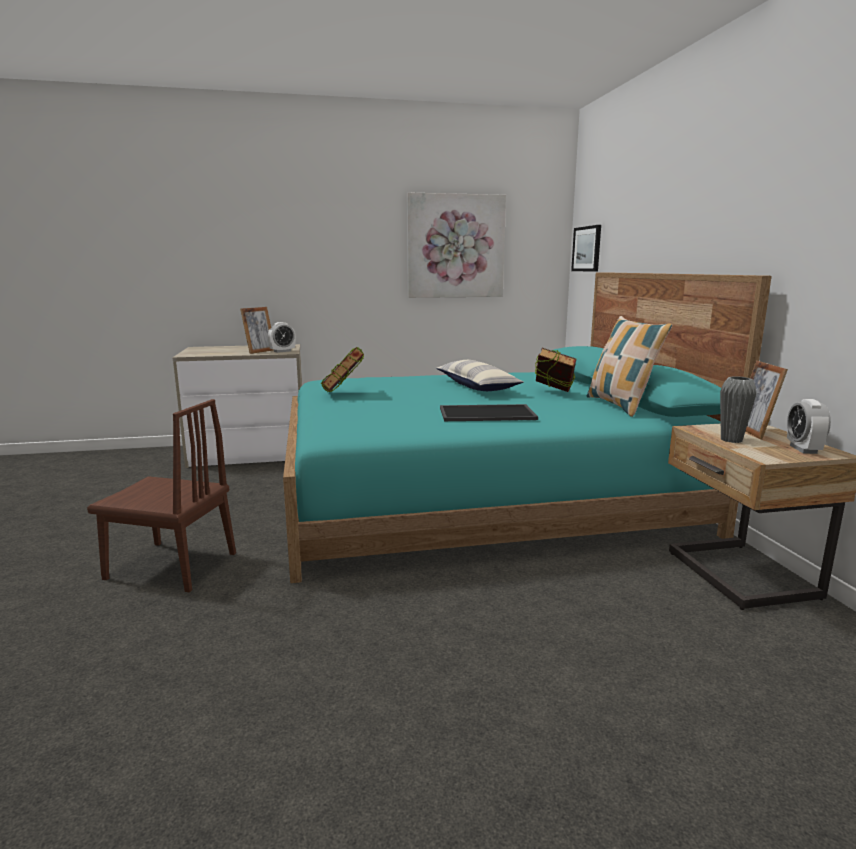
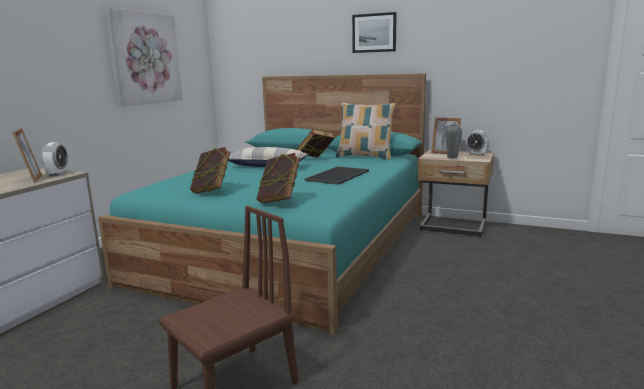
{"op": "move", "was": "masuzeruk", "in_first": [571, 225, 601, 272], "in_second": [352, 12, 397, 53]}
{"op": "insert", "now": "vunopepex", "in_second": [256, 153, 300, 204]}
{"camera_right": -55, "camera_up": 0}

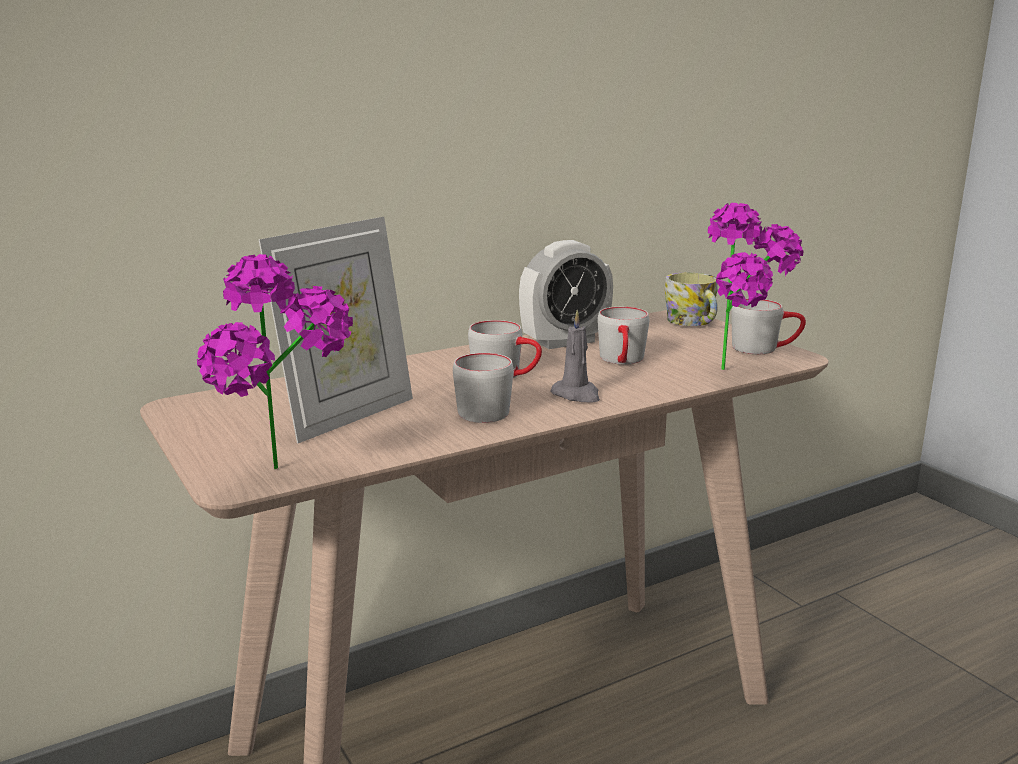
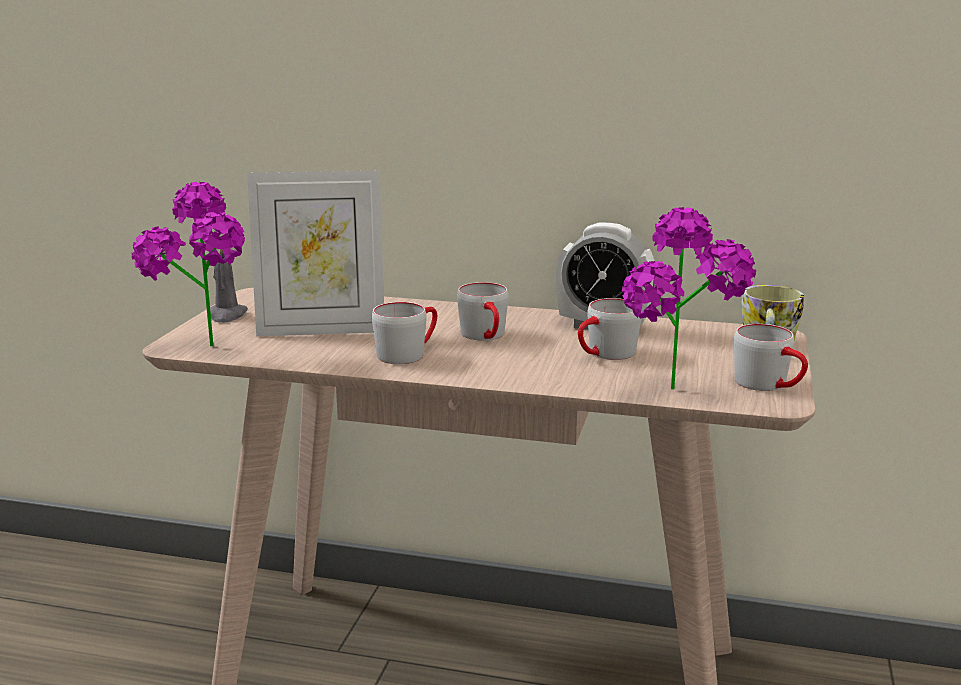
{"op": "move", "was": "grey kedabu", "in_first": [551, 309, 600, 402], "in_second": [210, 249, 248, 323]}
{"camera_right": 45, "camera_up": 0}

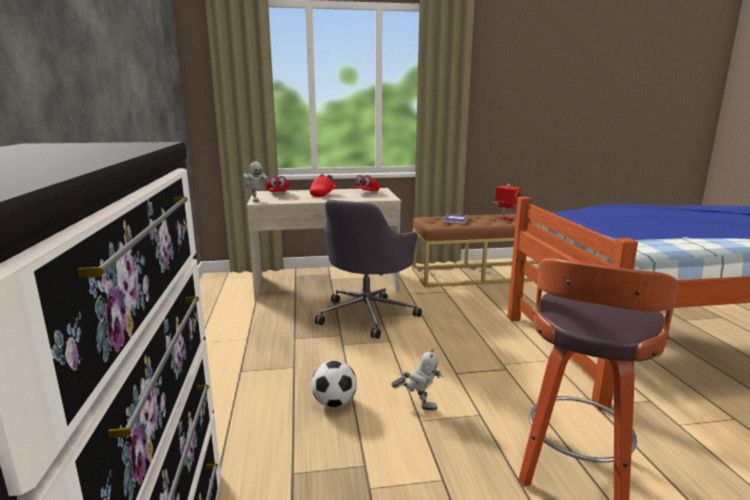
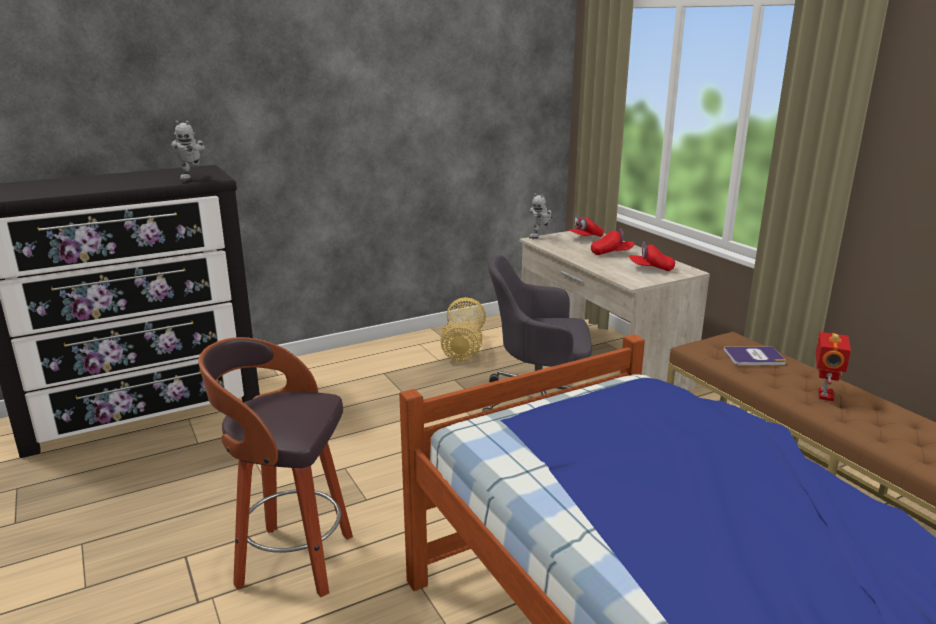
{"op": "delete", "was": "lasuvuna", "in_first": [311, 360, 357, 408]}
{"op": "move", "was": "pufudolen", "in_first": [391, 348, 444, 410], "in_second": [171, 120, 205, 181]}
{"op": "insert", "now": "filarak", "in_second": [441, 297, 486, 361]}
{"camera_right": 70, "camera_up": 5}

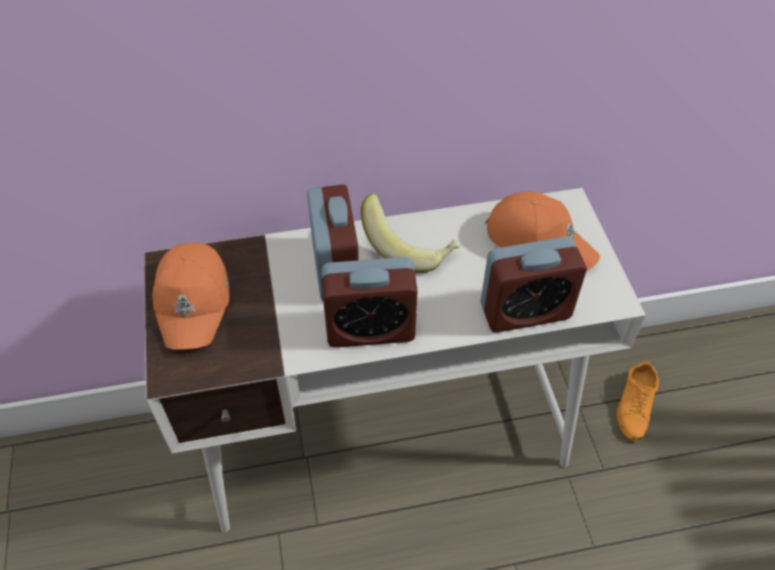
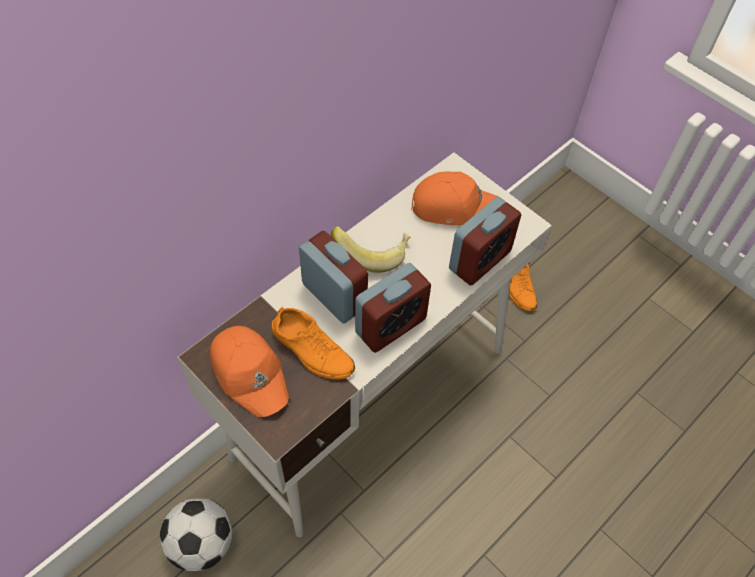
{"op": "insert", "now": "lasuvuna", "in_second": [160, 498, 233, 571]}
{"op": "insert", "now": "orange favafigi", "in_second": [271, 306, 355, 380]}
{"camera_right": -35, "camera_up": 5}

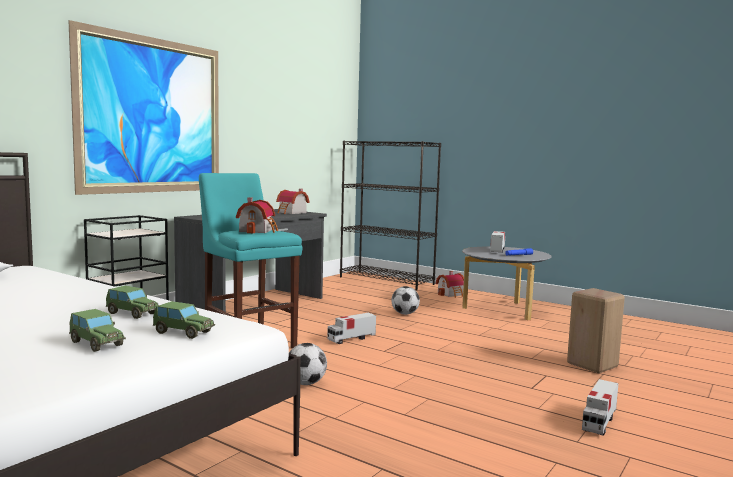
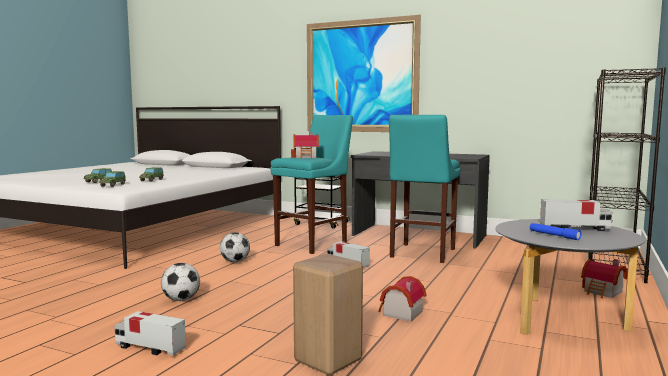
{"op": "move", "was": "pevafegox", "in_first": [276, 189, 310, 214], "in_second": [378, 276, 426, 321]}
{"op": "move", "was": "lasuvuna", "in_first": [391, 286, 420, 315], "in_second": [161, 263, 200, 301]}
{"op": "insert", "now": "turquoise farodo", "in_second": [389, 115, 460, 263]}
{"camera_right": 80, "camera_up": 0}

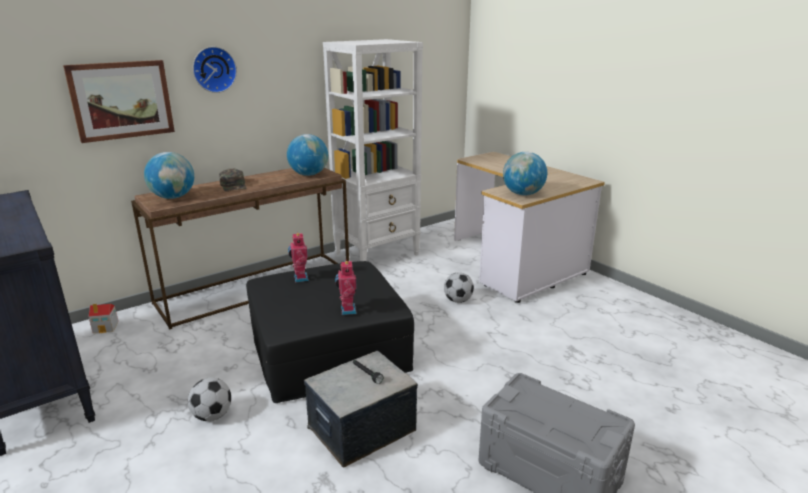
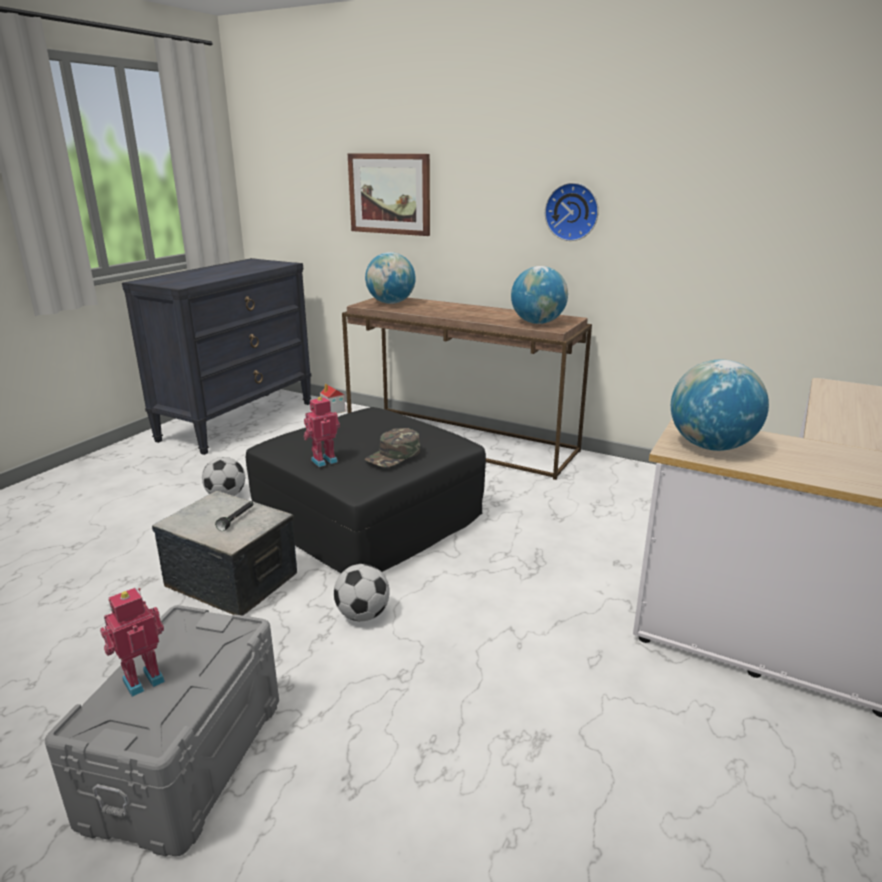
{"op": "move", "was": "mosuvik", "in_first": [193, 47, 237, 93], "in_second": [545, 182, 599, 241]}
{"op": "move", "was": "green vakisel", "in_first": [219, 169, 246, 191], "in_second": [365, 428, 420, 467]}
{"op": "move", "was": "pufudolen", "in_first": [288, 232, 309, 282], "in_second": [100, 588, 165, 697]}
{"op": "delete", "was": "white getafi", "in_first": [323, 39, 423, 261]}
{"op": "move", "was": "lasuvuna", "in_first": [444, 272, 474, 303], "in_second": [334, 564, 390, 621]}
{"camera_right": 65, "camera_up": 0}

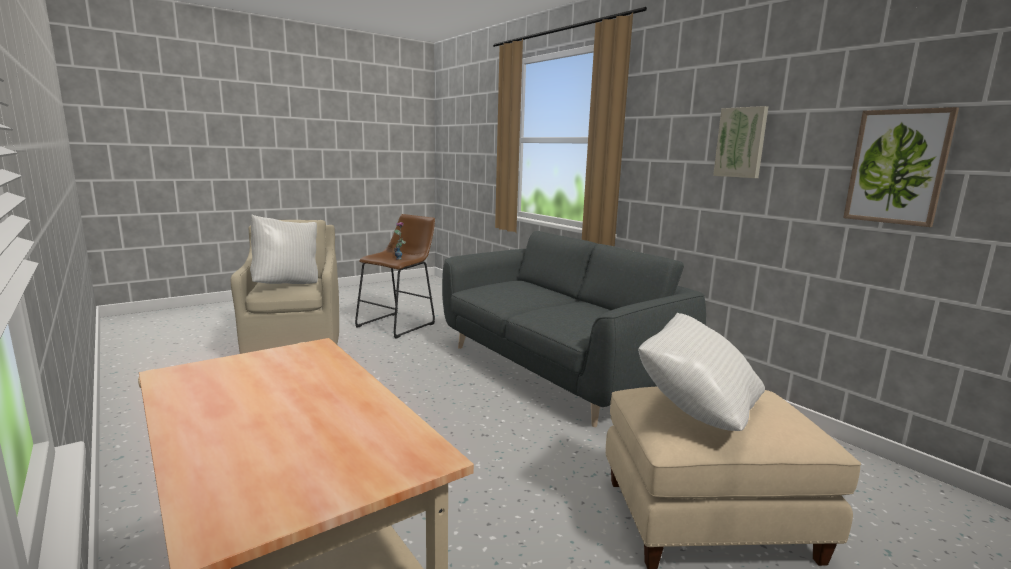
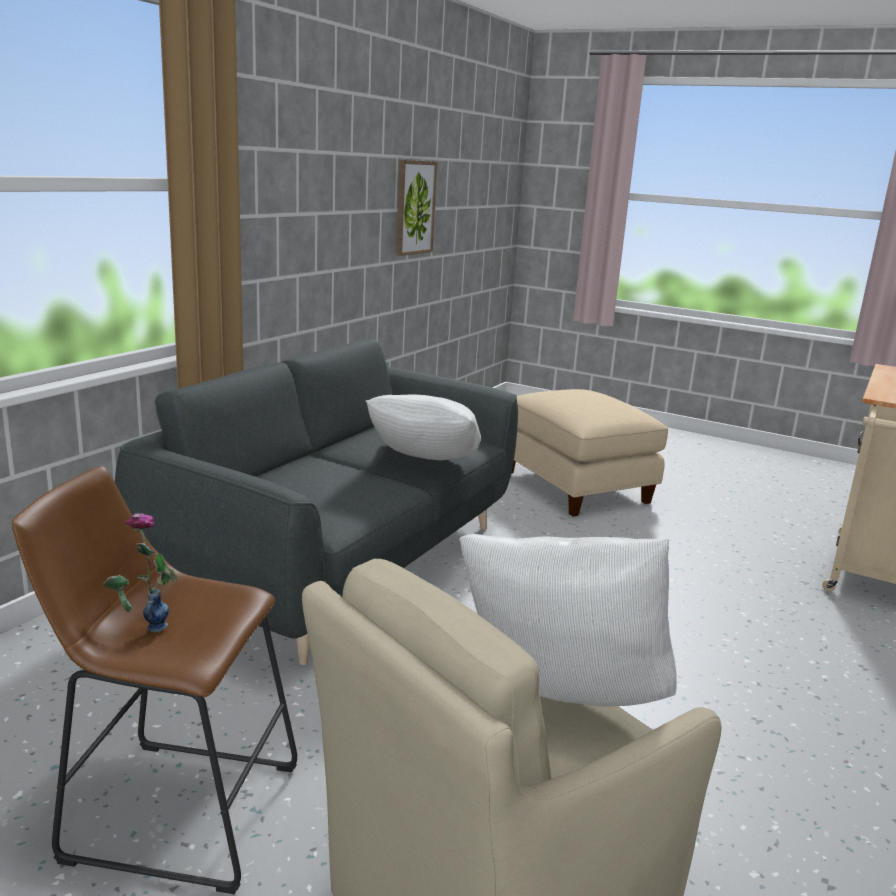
{"op": "move", "was": "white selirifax", "in_first": [638, 313, 765, 431], "in_second": [366, 394, 481, 460]}
{"op": "delete", "was": "masuzeruk", "in_first": [713, 106, 768, 178]}
{"camera_right": -115, "camera_up": 5}

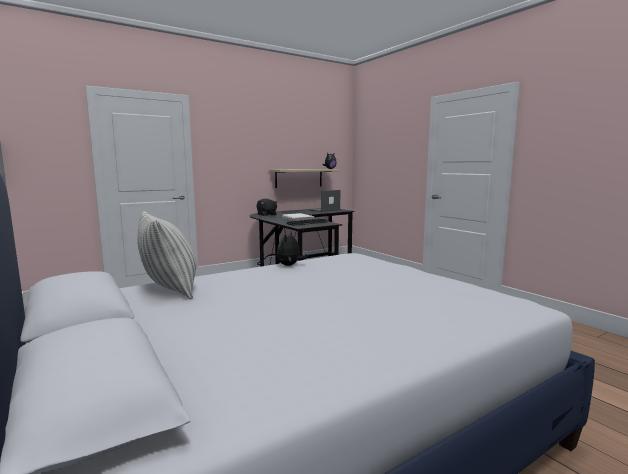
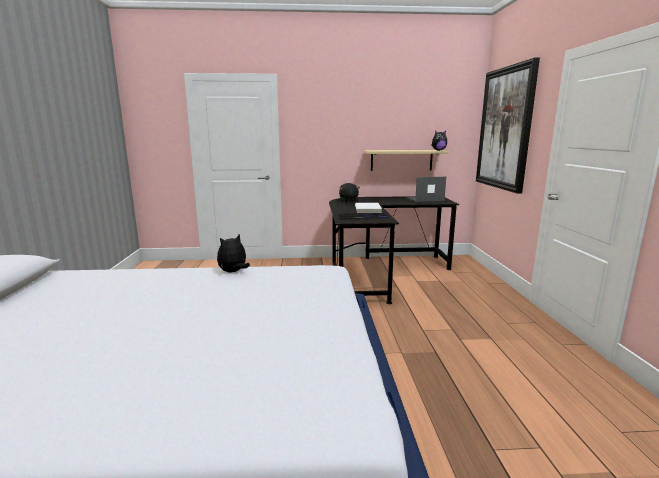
{"op": "delete", "was": "selirifax", "in_first": [137, 211, 196, 299]}
{"op": "insert", "now": "masuzeruk", "in_second": [476, 58, 540, 194]}
{"camera_right": 30, "camera_up": 5}

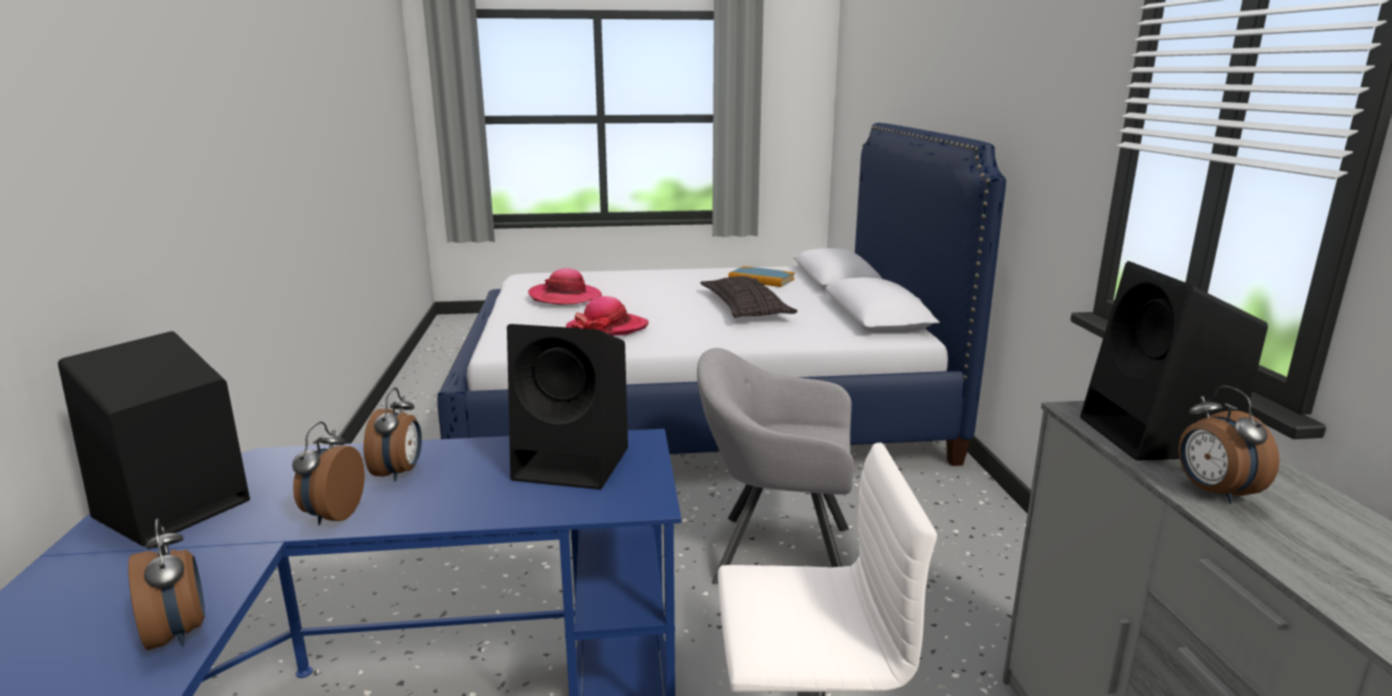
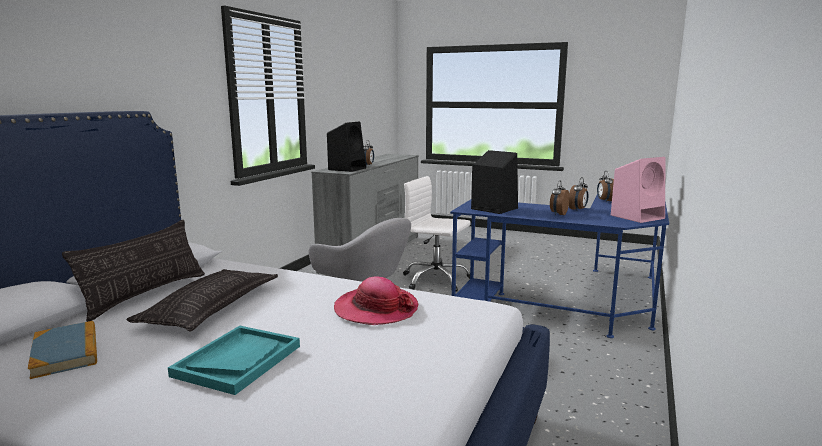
{"op": "recolor", "was": "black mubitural", "now": "pink mubitural", "in_first": [58, 331, 250, 547], "in_second": [611, 157, 665, 223]}
{"op": "delete", "was": "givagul", "in_first": [528, 268, 602, 305]}
{"op": "insert", "now": "selirifax", "in_second": [62, 220, 205, 322]}
{"op": "insert", "now": "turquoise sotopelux", "in_second": [168, 326, 300, 395]}
{"camera_right": -150, "camera_up": -5}

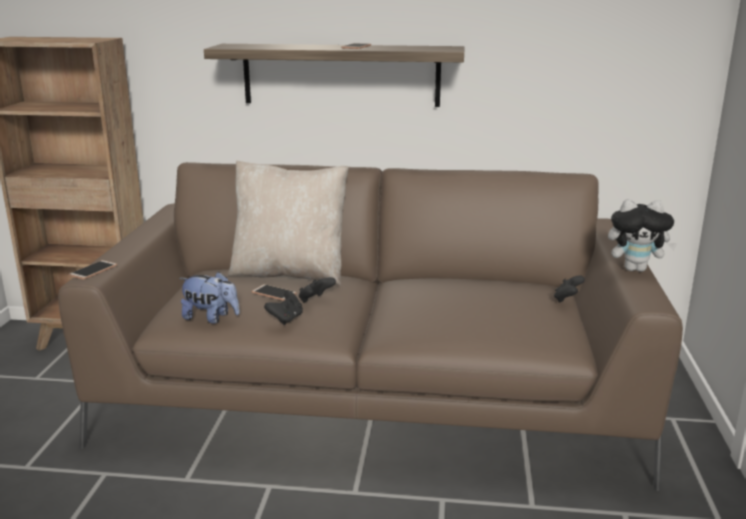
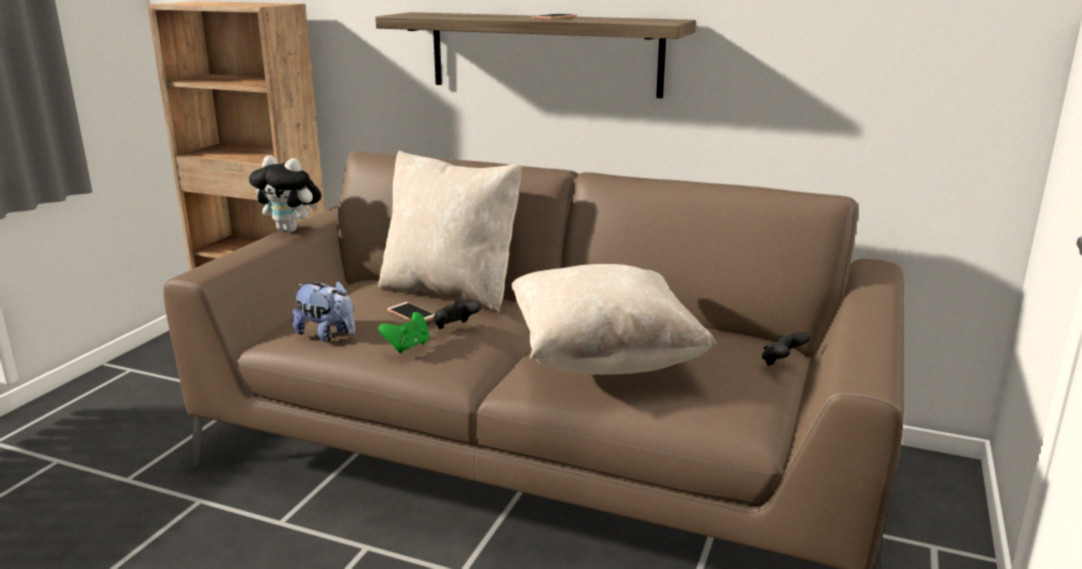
{"op": "delete", "was": "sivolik", "in_first": [68, 260, 117, 280]}
{"op": "recolor", "was": "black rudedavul", "now": "green rudedavul", "in_first": [264, 291, 303, 325], "in_second": [378, 312, 429, 353]}
{"op": "move", "was": "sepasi", "in_first": [608, 199, 678, 272], "in_second": [249, 155, 321, 232]}
{"op": "insert", "now": "beige selirifax", "in_second": [511, 264, 717, 375]}
{"camera_right": 15, "camera_up": 0}

